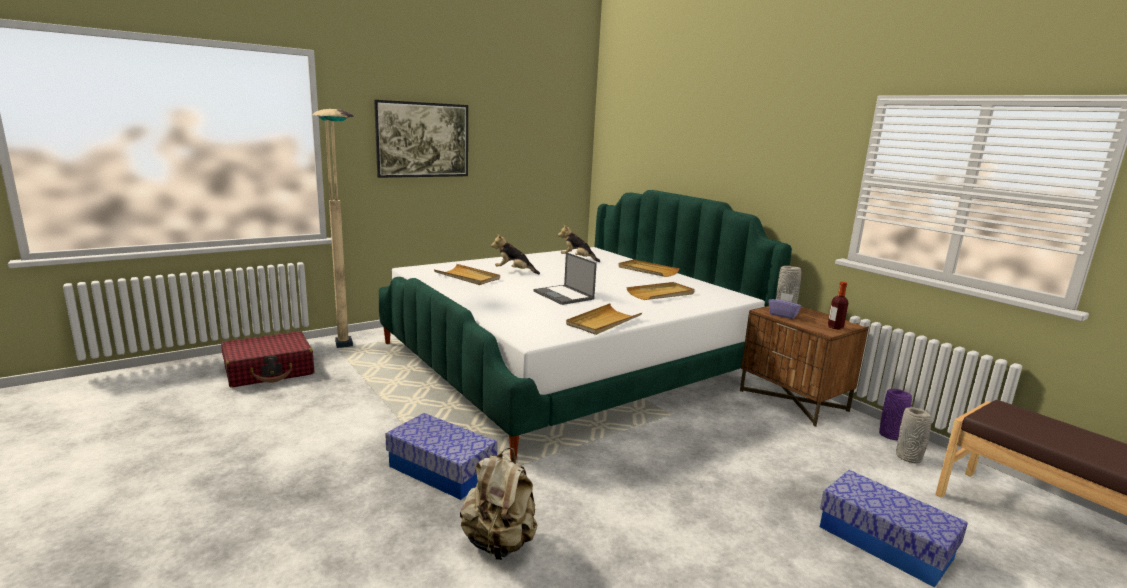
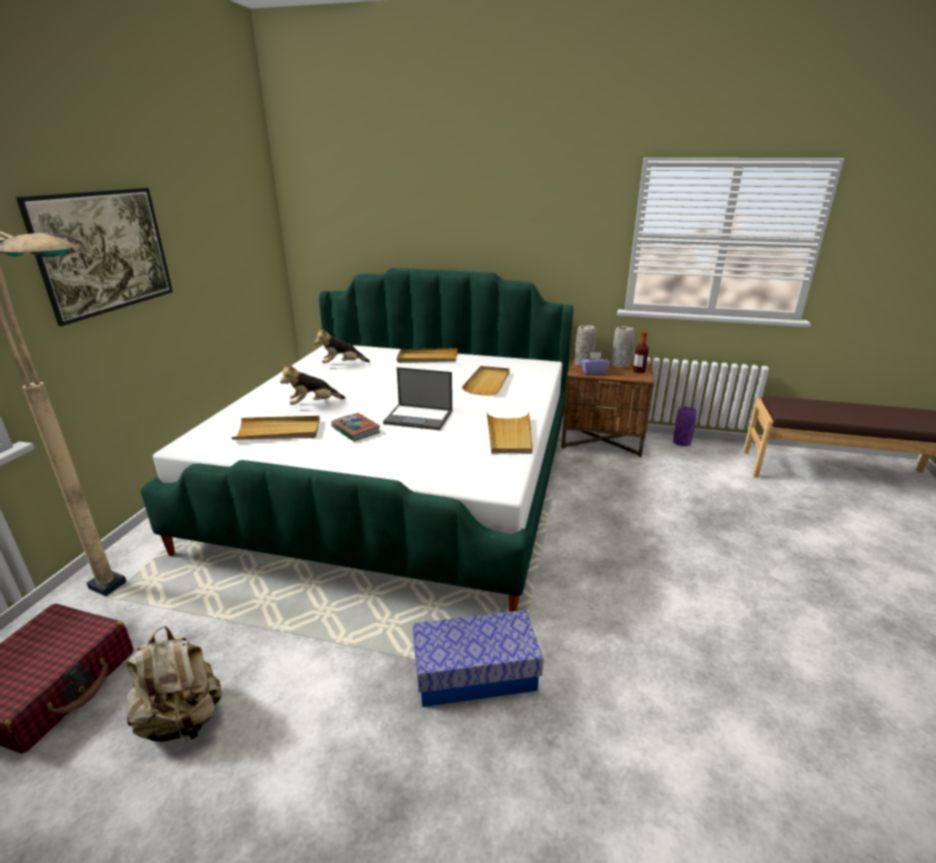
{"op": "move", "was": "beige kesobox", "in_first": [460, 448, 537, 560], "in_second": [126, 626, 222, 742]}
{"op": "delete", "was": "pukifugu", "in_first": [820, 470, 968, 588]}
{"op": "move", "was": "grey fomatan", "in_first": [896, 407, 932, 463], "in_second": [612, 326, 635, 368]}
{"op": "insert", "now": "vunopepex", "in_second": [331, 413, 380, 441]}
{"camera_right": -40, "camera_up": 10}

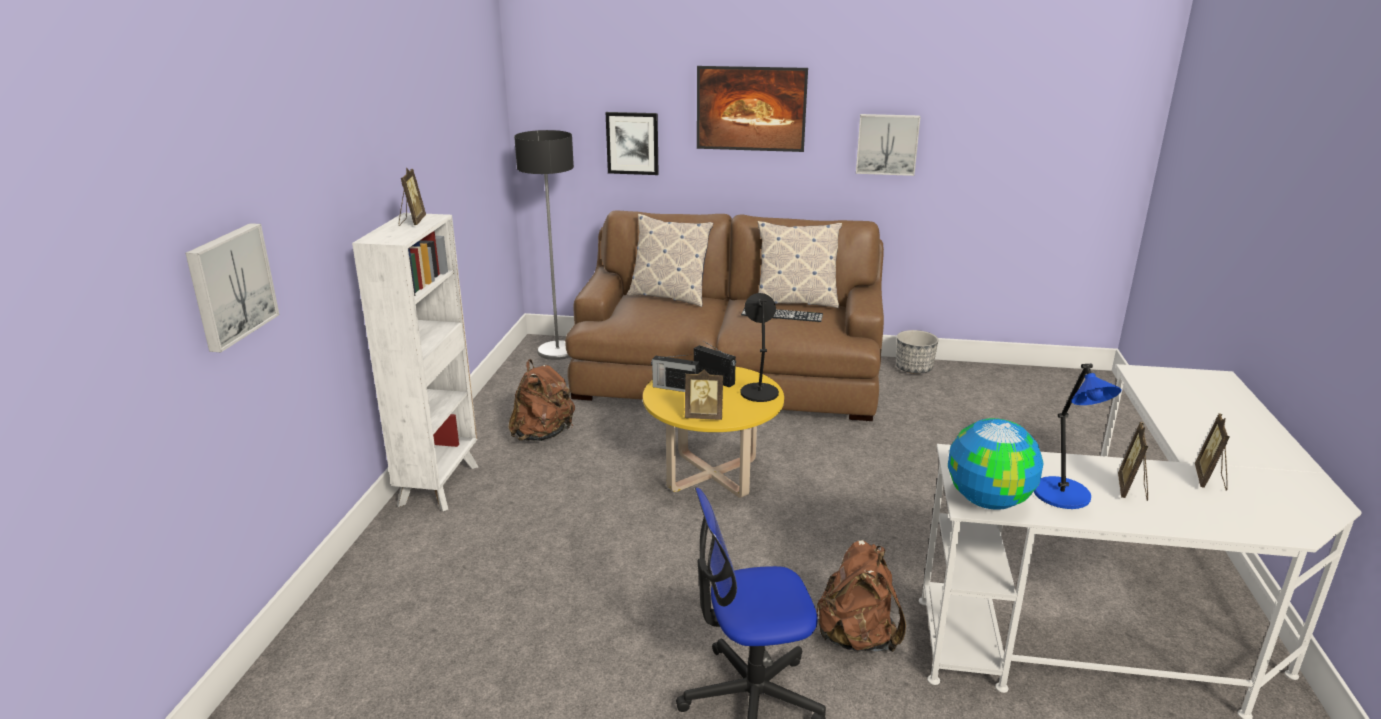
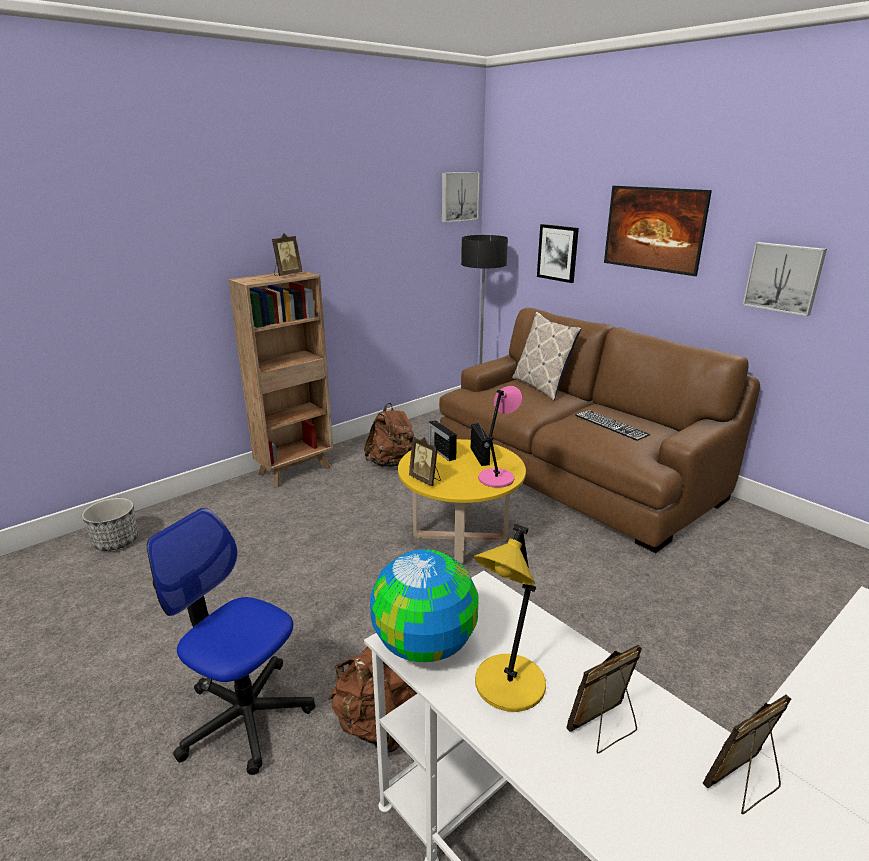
{"op": "move", "was": "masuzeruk", "in_first": [186, 223, 280, 352], "in_second": [442, 172, 480, 223]}
{"op": "recolor", "was": "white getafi", "now": "brown getafi", "in_first": [352, 213, 478, 511], "in_second": [228, 270, 333, 488]}
{"op": "recolor", "was": "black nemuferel", "now": "pink nemuferel", "in_first": [740, 293, 779, 402], "in_second": [478, 386, 522, 488]}
{"op": "delete", "was": "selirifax", "in_first": [757, 221, 842, 308]}
{"op": "move", "was": "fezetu", "in_first": [896, 330, 938, 374], "in_second": [82, 498, 138, 551]}
{"op": "recolor", "was": "blue nemuferel", "now": "yellow nemuferel", "in_first": [1034, 364, 1121, 509], "in_second": [474, 524, 546, 712]}
{"camera_right": 40, "camera_up": 0}

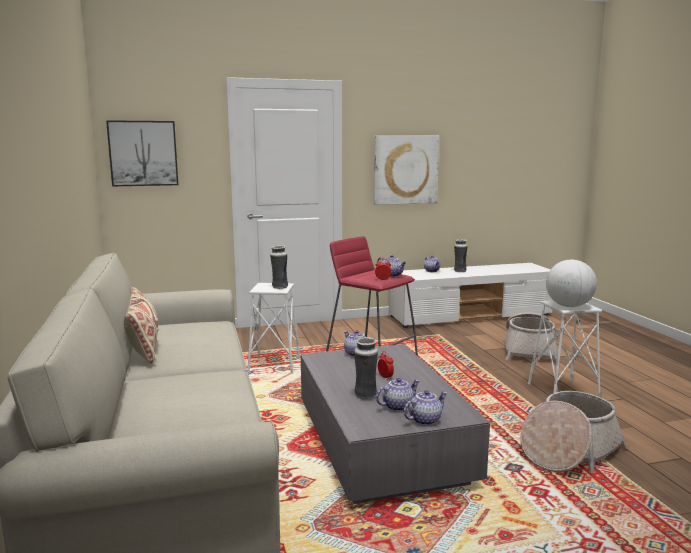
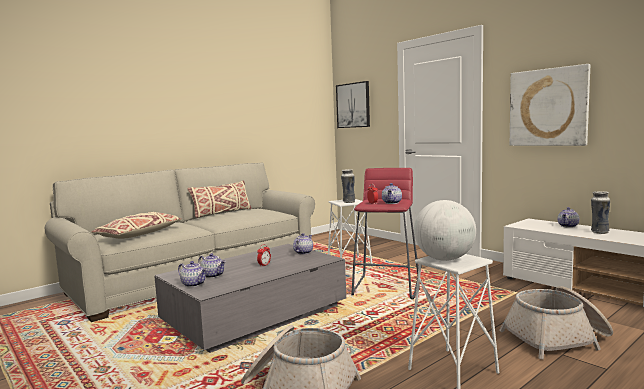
{"op": "delete", "was": "fomatan", "in_first": [354, 337, 378, 399]}
{"op": "insert", "now": "beige selirifax", "in_second": [91, 212, 181, 239]}
{"camera_right": 65, "camera_up": -5}

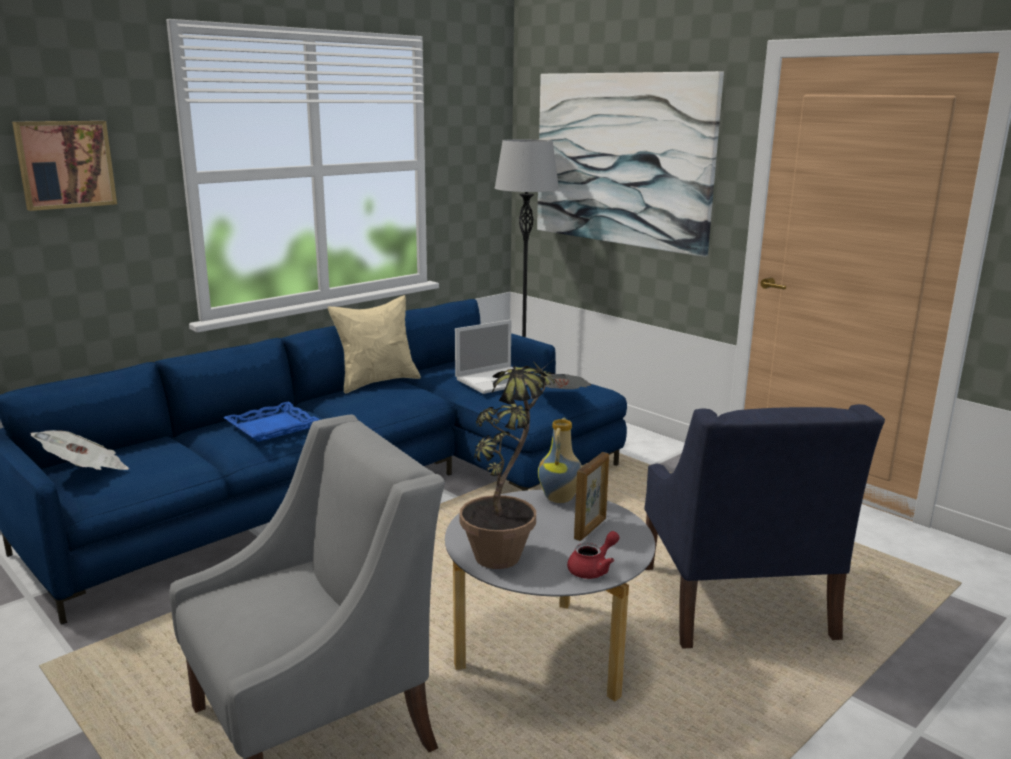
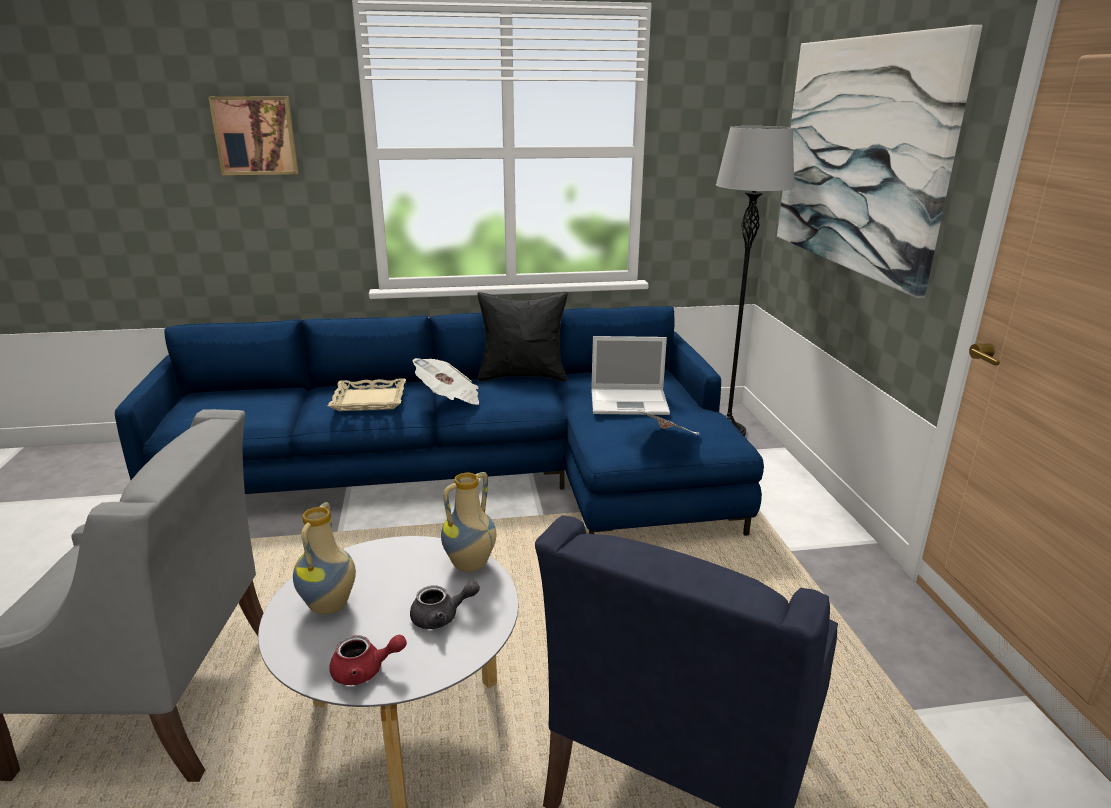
{"op": "move", "was": "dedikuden", "in_first": [31, 430, 129, 470], "in_second": [413, 358, 479, 405]}
{"op": "recolor", "was": "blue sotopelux", "now": "beige sotopelux", "in_first": [224, 402, 320, 442], "in_second": [328, 378, 406, 411]}
{"op": "recolor", "was": "beige selirifax", "now": "black selirifax", "in_first": [328, 295, 421, 394], "in_second": [478, 292, 568, 382]}
{"op": "replace", "was": "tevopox", "now": "fomatan", "in_first": [459, 358, 557, 569], "in_second": [293, 502, 356, 615]}
{"op": "replace", "was": "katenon", "now": "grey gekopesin", "in_first": [574, 452, 609, 541], "in_second": [410, 581, 480, 629]}
{"camera_right": 35, "camera_up": 5}

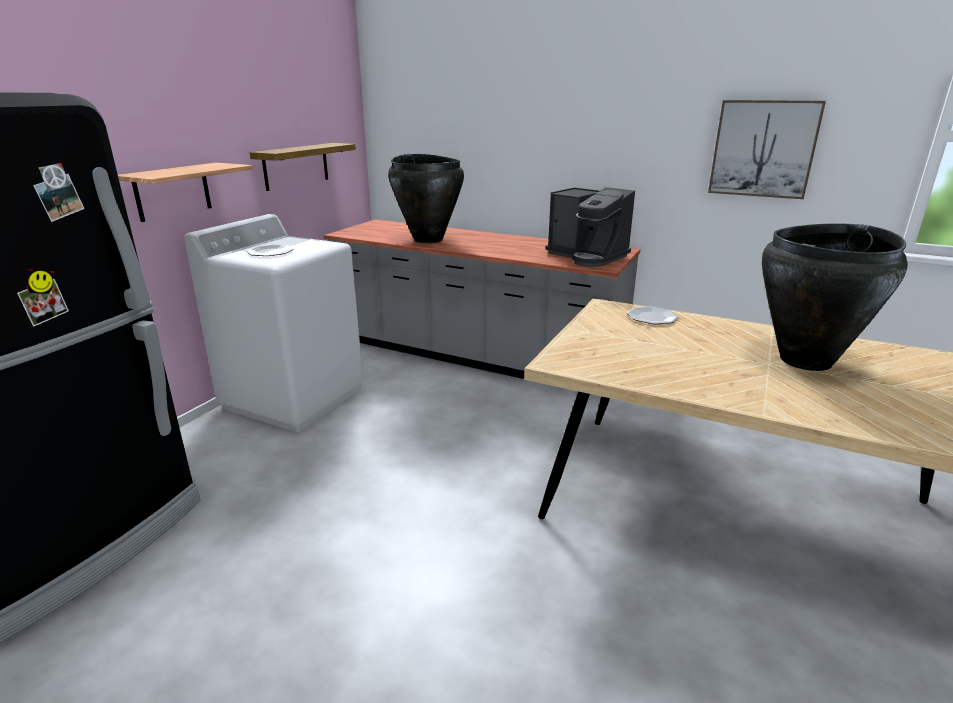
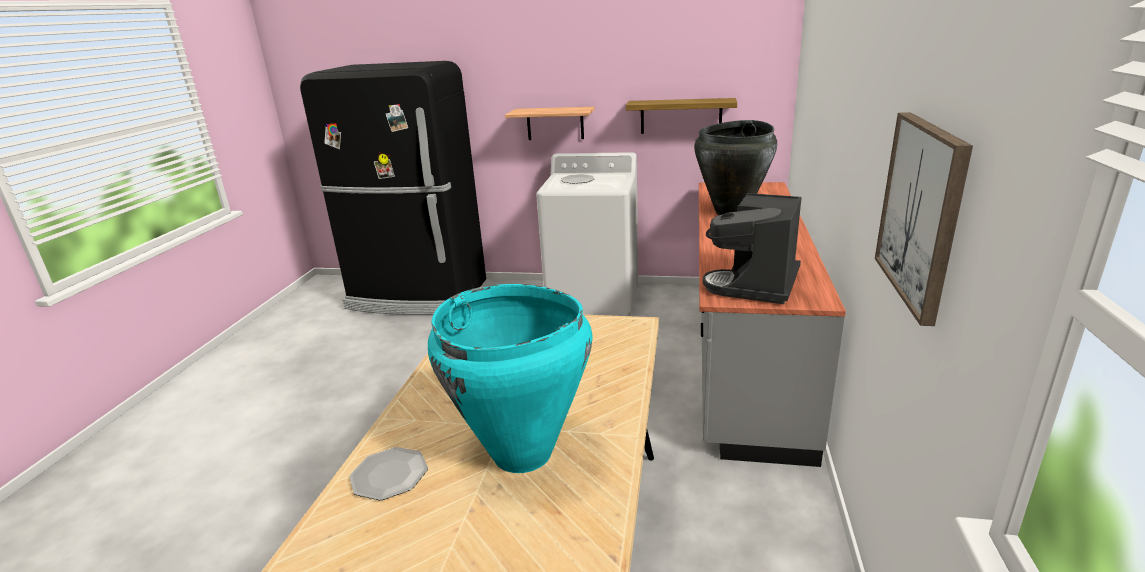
{"op": "move", "was": "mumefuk", "in_first": [627, 306, 679, 324], "in_second": [349, 447, 428, 500]}
{"op": "recolor", "was": "black fomatan", "now": "turquoise fomatan", "in_first": [762, 223, 908, 371], "in_second": [428, 284, 593, 473]}
{"camera_right": 75, "camera_up": 0}

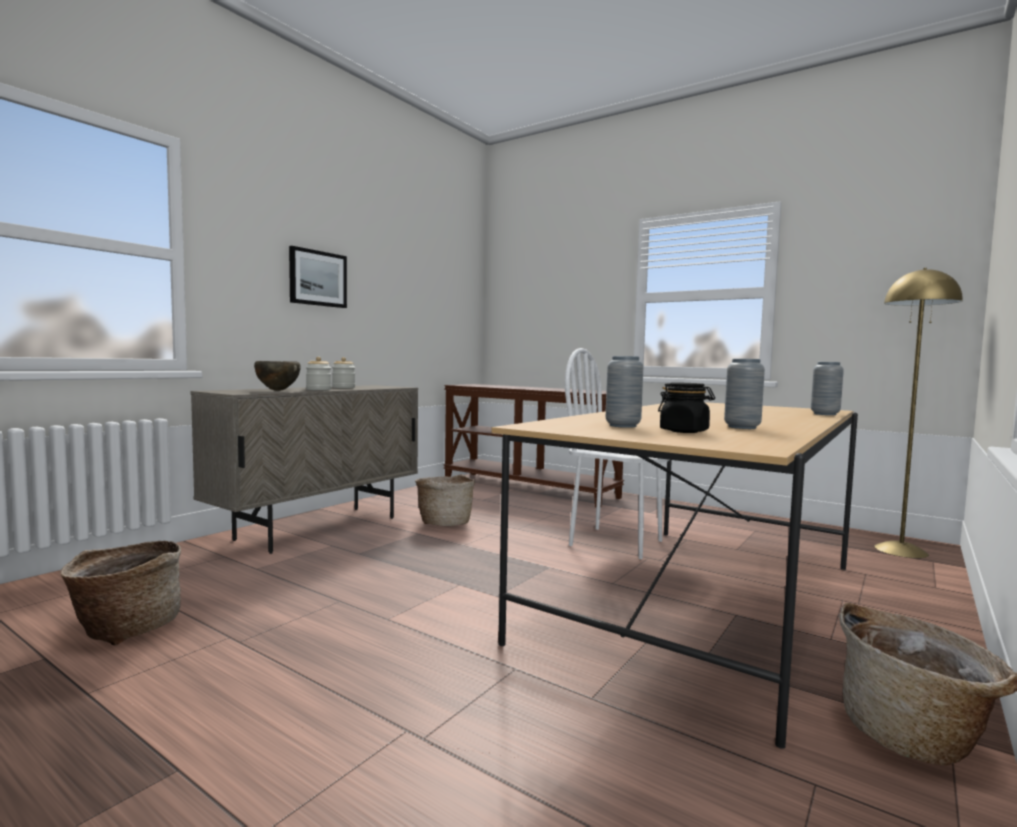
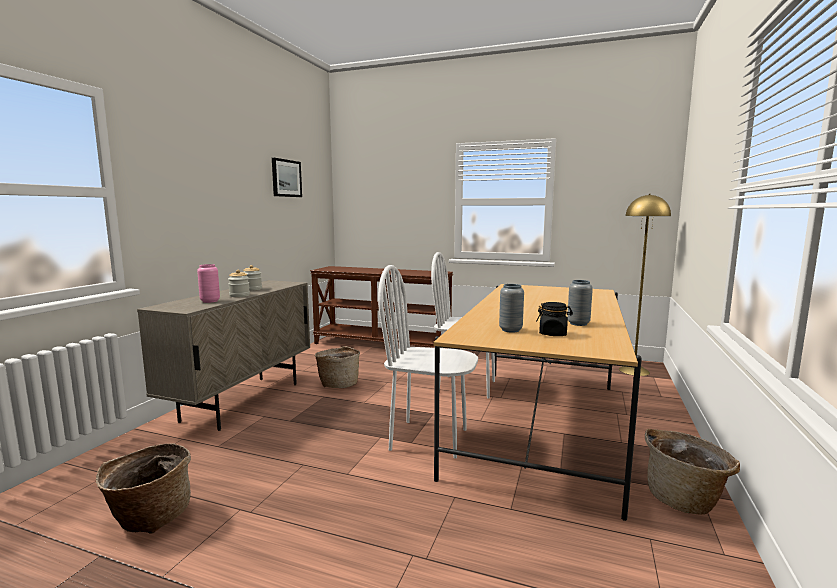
{"op": "replace", "was": "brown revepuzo", "now": "pink fomatan", "in_first": [254, 361, 301, 391], "in_second": [197, 264, 220, 303]}
{"op": "move", "was": "masuzeruk", "in_first": [289, 246, 347, 308], "in_second": [272, 158, 302, 197]}
{"op": "delete", "was": "grey fomatan", "in_first": [811, 362, 844, 415]}
{"op": "insert", "now": "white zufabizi", "in_second": [378, 265, 478, 459]}
{"camera_right": -15, "camera_up": 5}

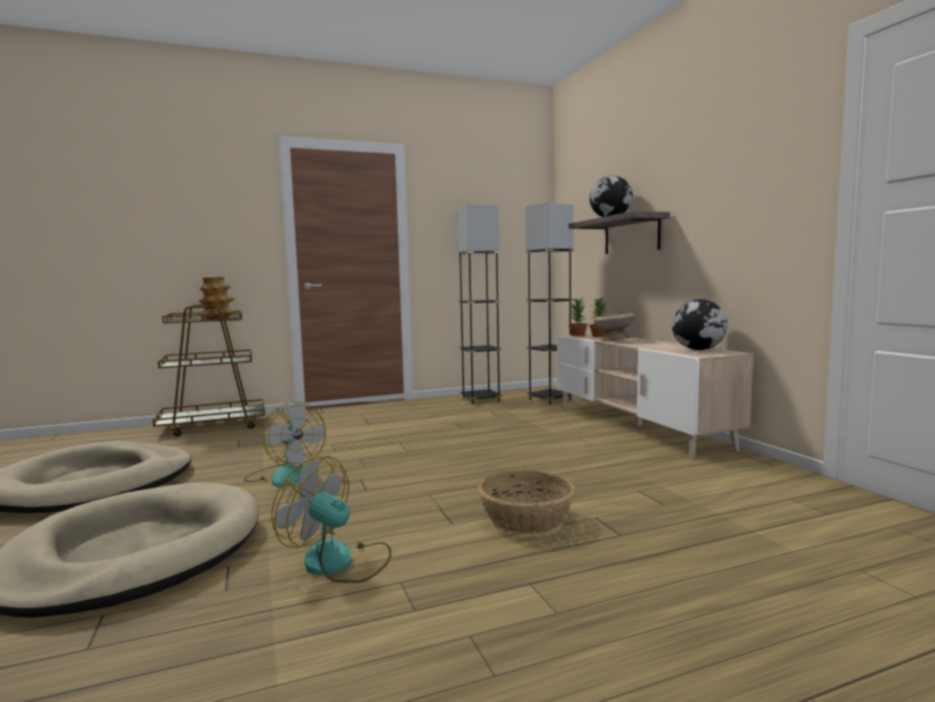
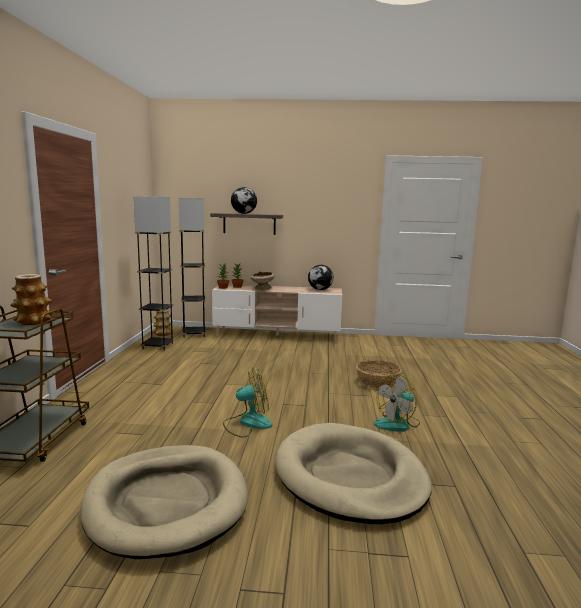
{"op": "insert", "now": "fomatan", "in_second": [153, 310, 173, 336]}
{"camera_right": -65, "camera_up": 5}

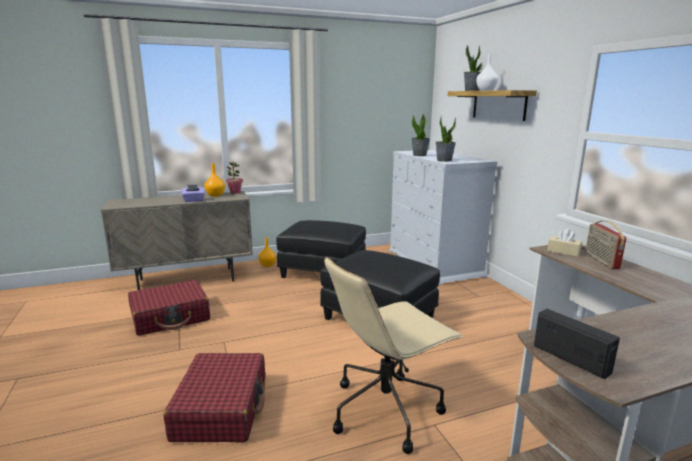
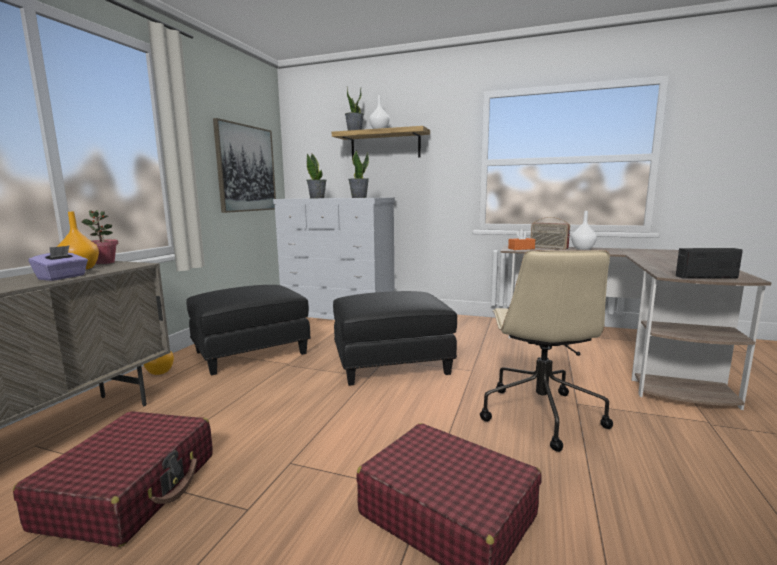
{"op": "recolor", "was": "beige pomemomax", "now": "orange pomemomax", "in_first": [547, 228, 582, 257], "in_second": [508, 229, 535, 250]}
{"op": "insert", "now": "masuzeruk", "in_second": [213, 118, 276, 213]}
{"op": "insert", "now": "white fomatan", "in_second": [571, 211, 597, 250]}
{"camera_right": -50, "camera_up": -5}

